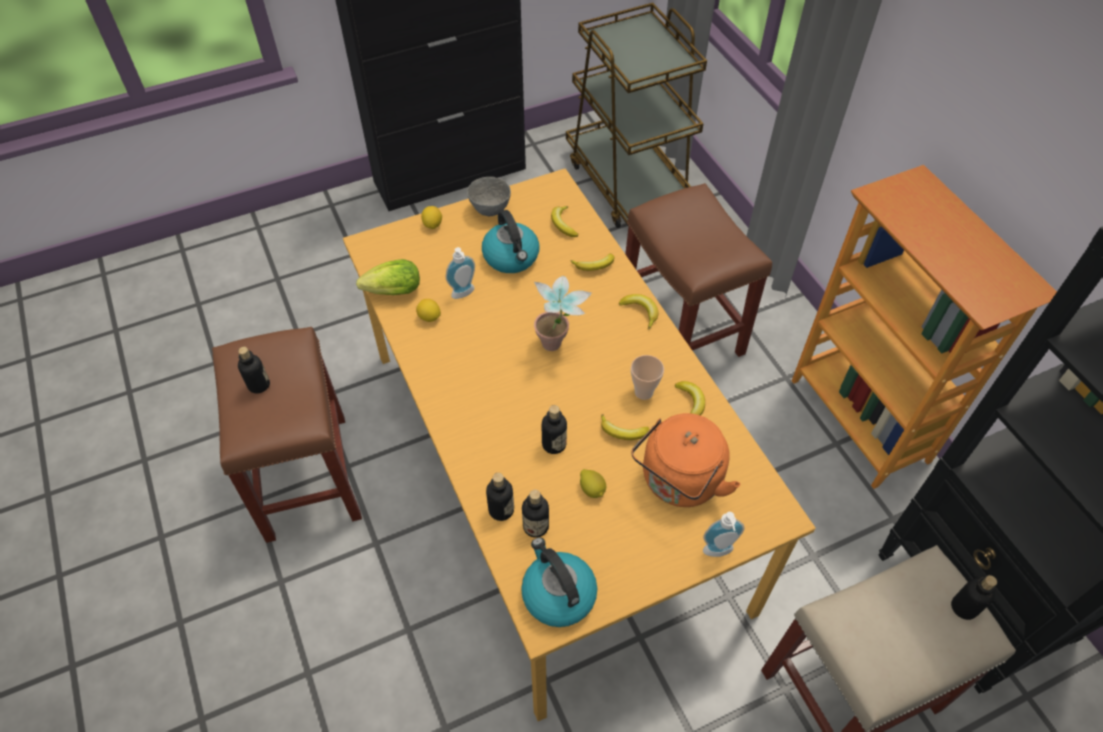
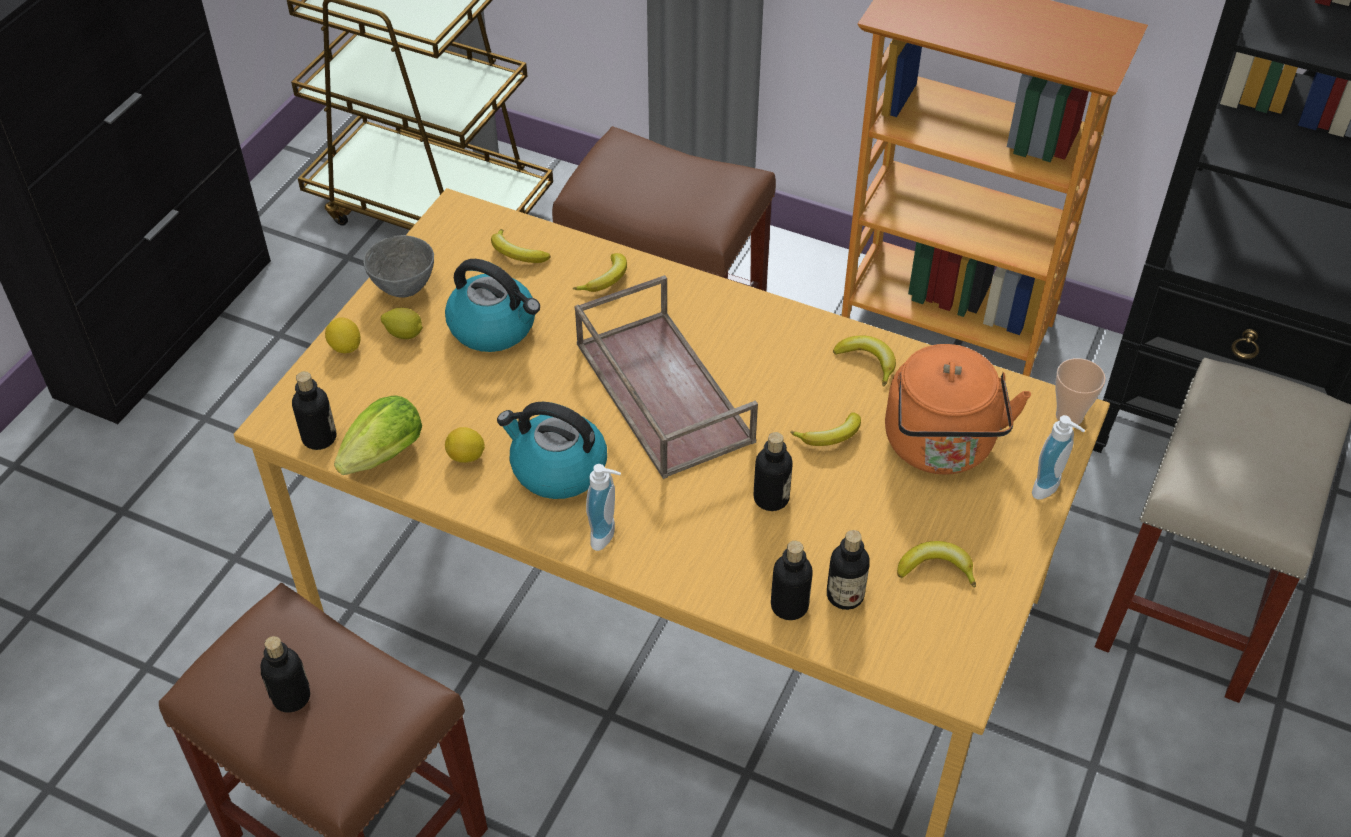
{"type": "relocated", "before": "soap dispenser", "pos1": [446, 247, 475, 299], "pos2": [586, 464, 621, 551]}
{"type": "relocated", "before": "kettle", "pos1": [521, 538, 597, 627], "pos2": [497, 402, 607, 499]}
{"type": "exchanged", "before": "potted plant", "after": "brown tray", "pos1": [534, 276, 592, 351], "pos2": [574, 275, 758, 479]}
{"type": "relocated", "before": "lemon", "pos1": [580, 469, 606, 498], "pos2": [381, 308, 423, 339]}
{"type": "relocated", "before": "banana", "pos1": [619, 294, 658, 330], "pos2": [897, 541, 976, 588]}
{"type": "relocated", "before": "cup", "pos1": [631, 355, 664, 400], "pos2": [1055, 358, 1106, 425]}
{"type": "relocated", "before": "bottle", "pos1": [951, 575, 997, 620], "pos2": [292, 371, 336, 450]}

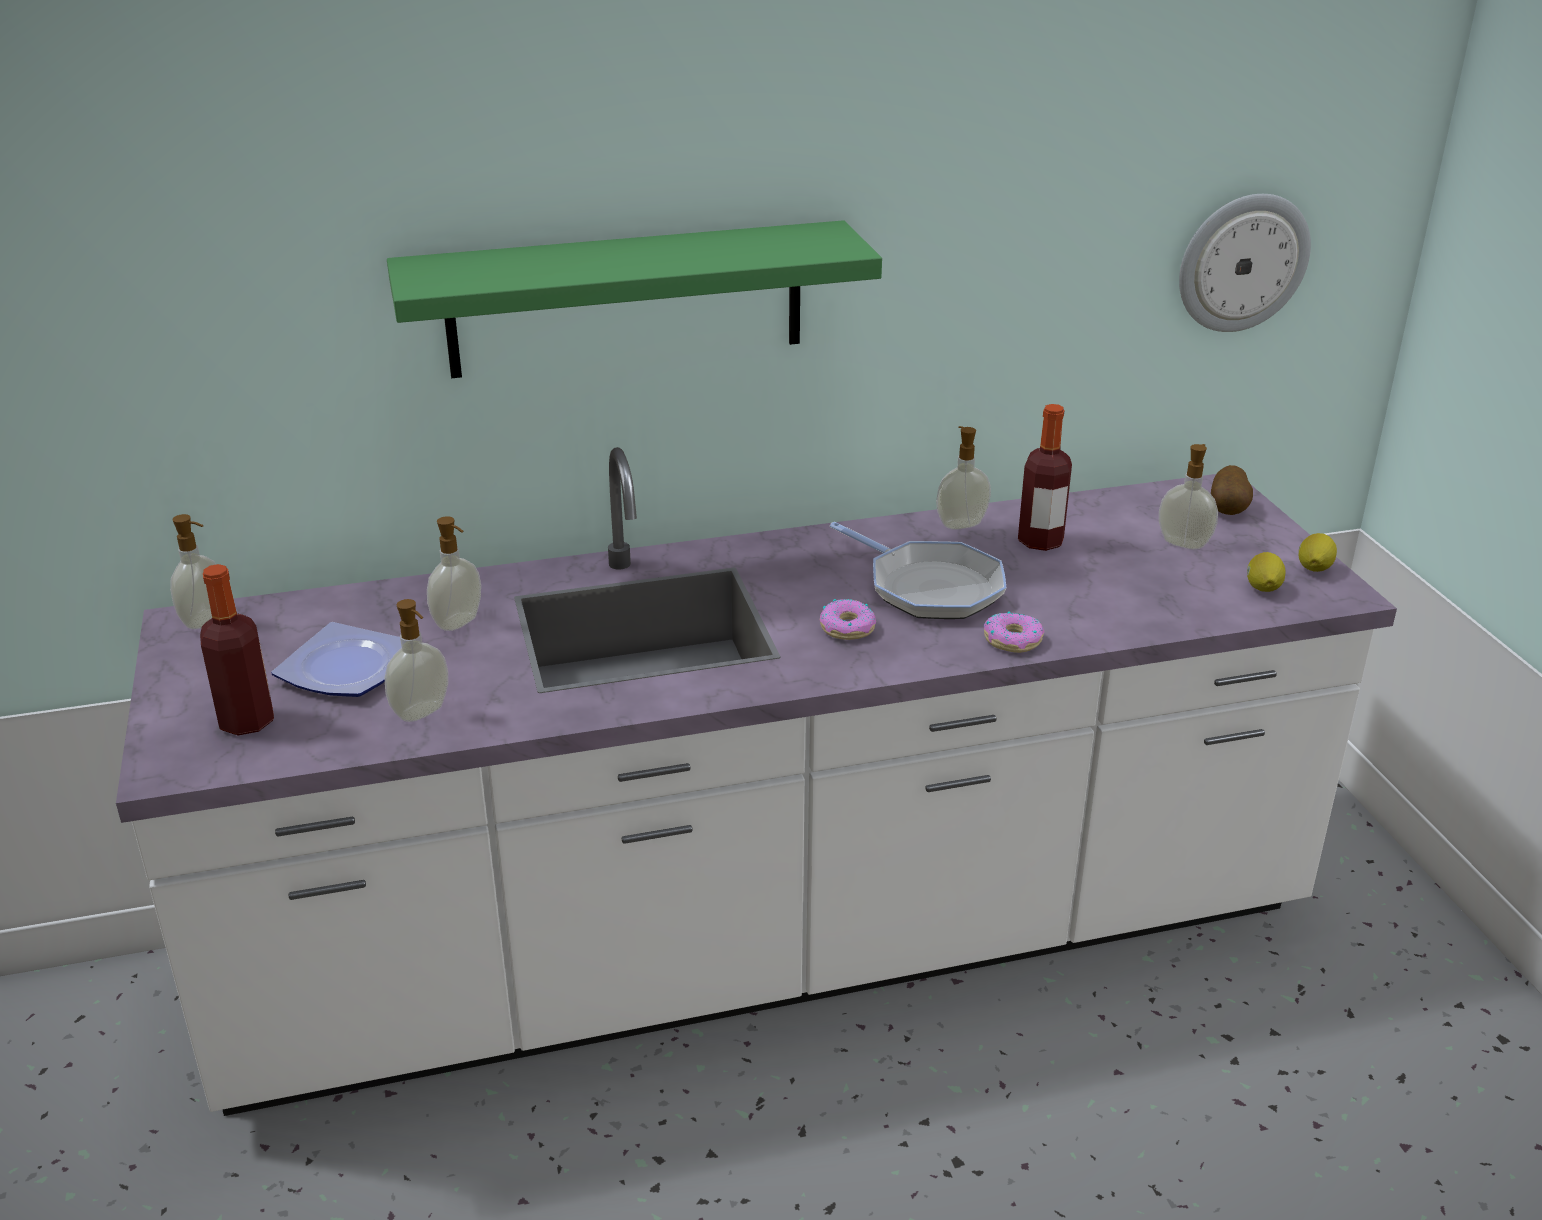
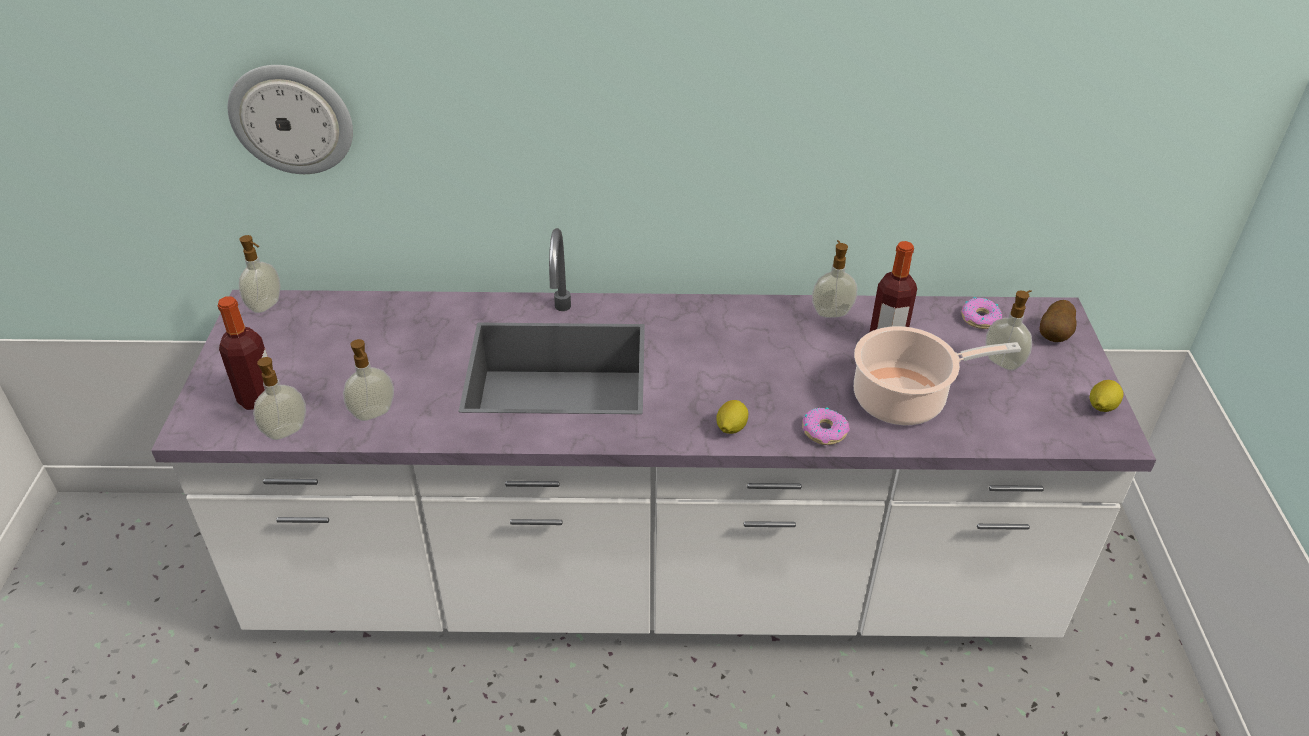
{"type": "missing", "before": "plate", "pos1": [271, 622, 402, 697]}
{"type": "missing", "before": "green shelf", "pos1": [387, 220, 882, 378]}
{"type": "relocated", "before": "soap dispenser", "pos1": [427, 516, 481, 631], "pos2": [253, 357, 306, 440]}
{"type": "relocated", "before": "donut", "pos1": [820, 599, 876, 640], "pos2": [962, 297, 1002, 329]}
{"type": "missing", "before": "frying pan", "pos1": [830, 522, 1007, 619]}
{"type": "relocated", "before": "wall clock", "pos1": [1179, 194, 1311, 332], "pos2": [228, 65, 353, 174]}
{"type": "relocated", "before": "lemon", "pos1": [1247, 552, 1285, 592], "pos2": [716, 400, 748, 434]}
{"type": "appeared", "after": "cooking pot", "pos2": [854, 326, 1021, 425]}

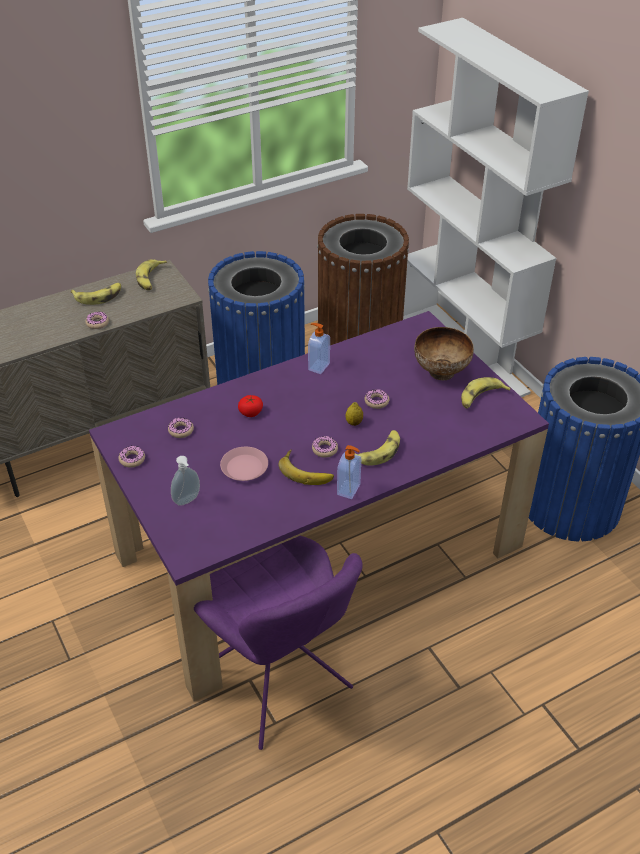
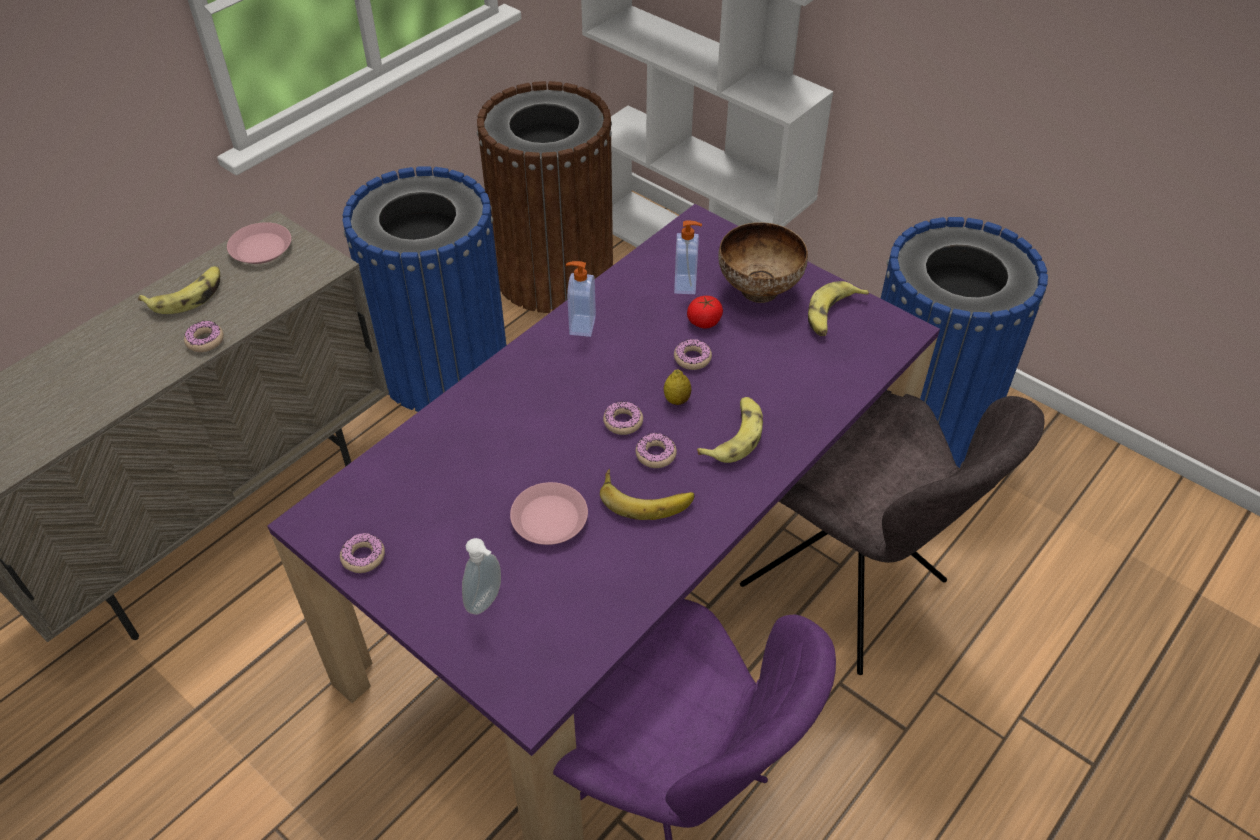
{"type": "exchanged", "before": "banana", "after": "pink plate", "pos1": [136, 259, 167, 290], "pos2": [227, 222, 291, 264]}
{"type": "relocated", "before": "donut", "pos1": [168, 418, 194, 438], "pos2": [603, 401, 643, 435]}
{"type": "relocated", "before": "tomato", "pos1": [238, 395, 263, 417], "pos2": [687, 296, 723, 328]}
{"type": "relocated", "before": "soap dispenser", "pos1": [337, 445, 361, 499], "pos2": [674, 220, 702, 294]}
{"type": "appeared", "after": "grey chair", "pos2": [740, 390, 1045, 675]}

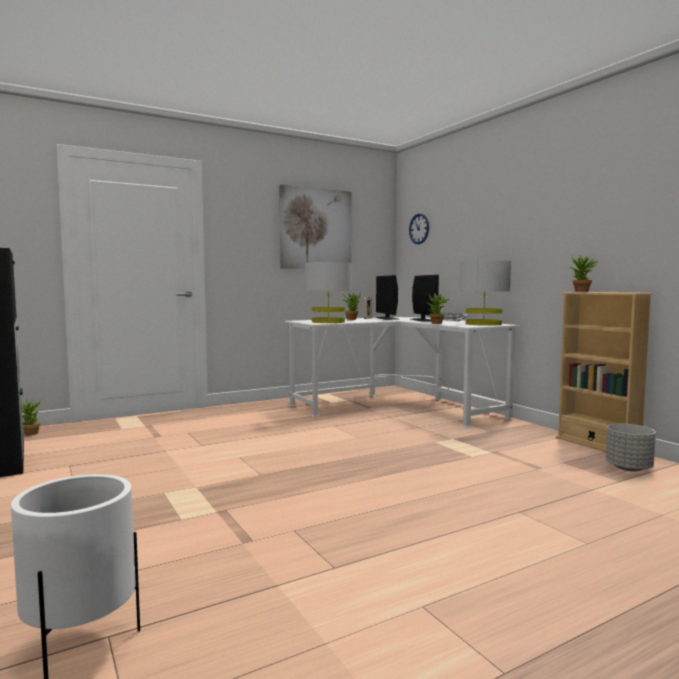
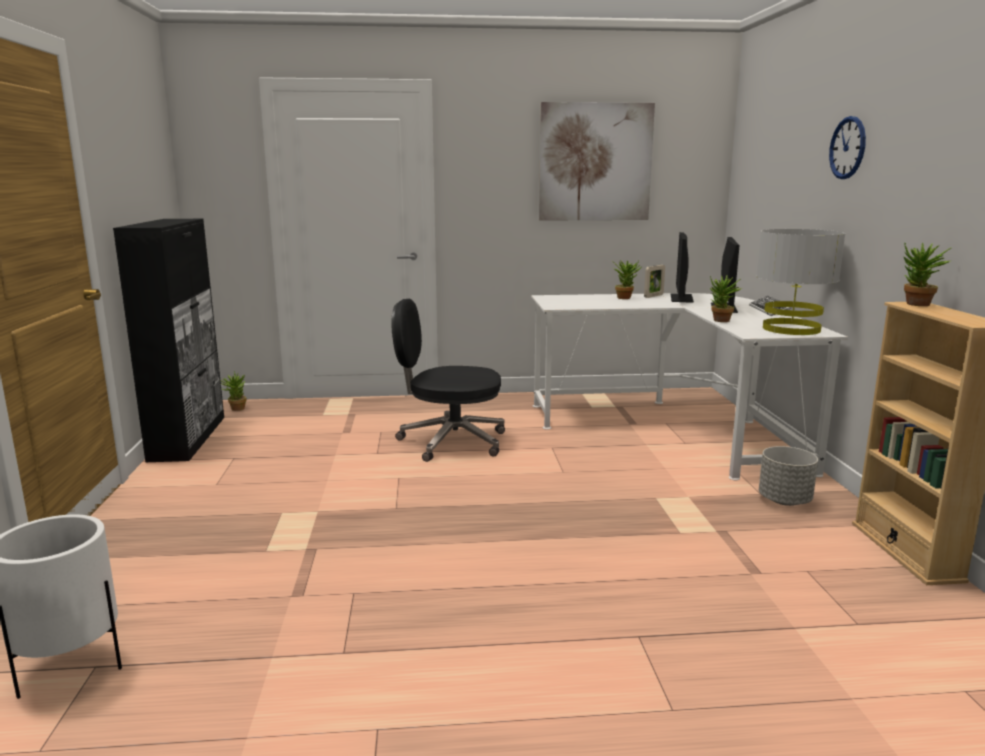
{"type": "missing", "before": "grey table lamp", "pos1": [305, 262, 352, 323]}
{"type": "relocated", "before": "wall clock", "pos1": [409, 213, 429, 244], "pos2": [829, 116, 866, 179]}
{"type": "relocated", "before": "grey planter", "pos1": [606, 424, 656, 472], "pos2": [759, 446, 818, 506]}
{"type": "appeared", "after": "black office chair", "pos2": [391, 299, 505, 462]}

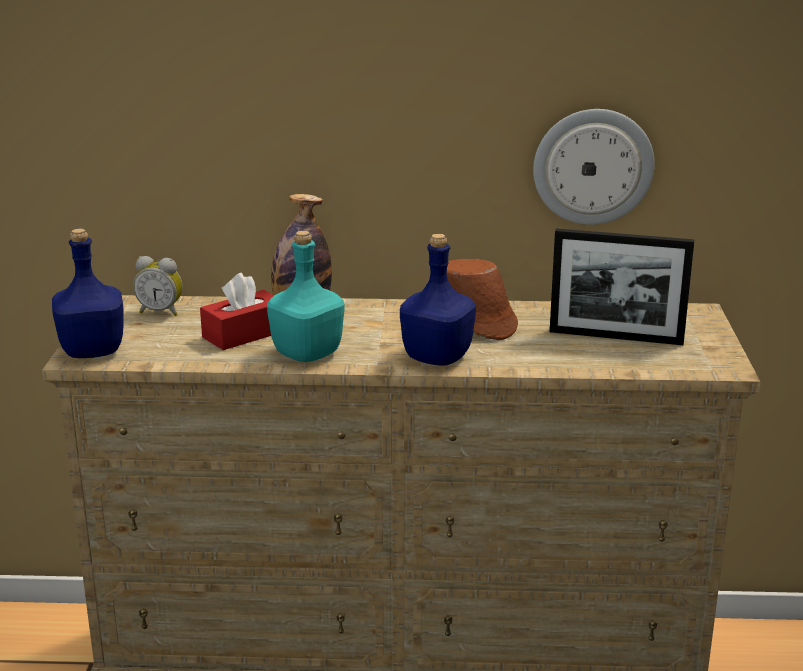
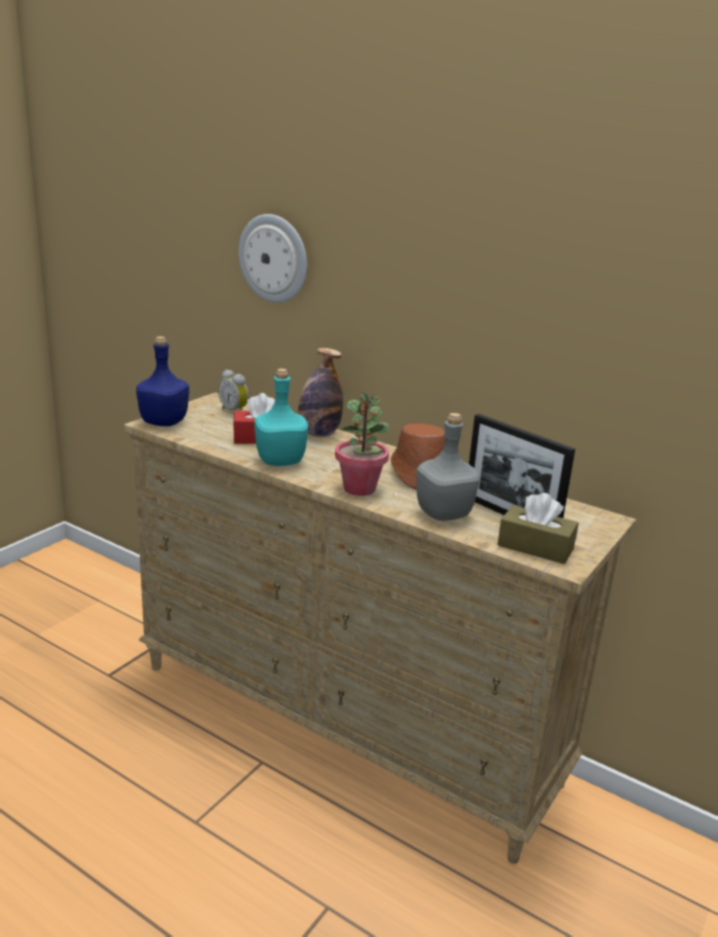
{"type": "exchanged", "before": "blue bottle", "after": "potted plant", "pos1": [400, 234, 476, 366], "pos2": [335, 393, 389, 496]}
{"type": "relocated", "before": "wall clock", "pos1": [533, 109, 655, 225], "pos2": [238, 214, 307, 303]}
{"type": "appeared", "after": "grey bottle", "pos2": [416, 413, 480, 521]}
{"type": "appeared", "after": "brown tissue box", "pos2": [497, 493, 578, 564]}

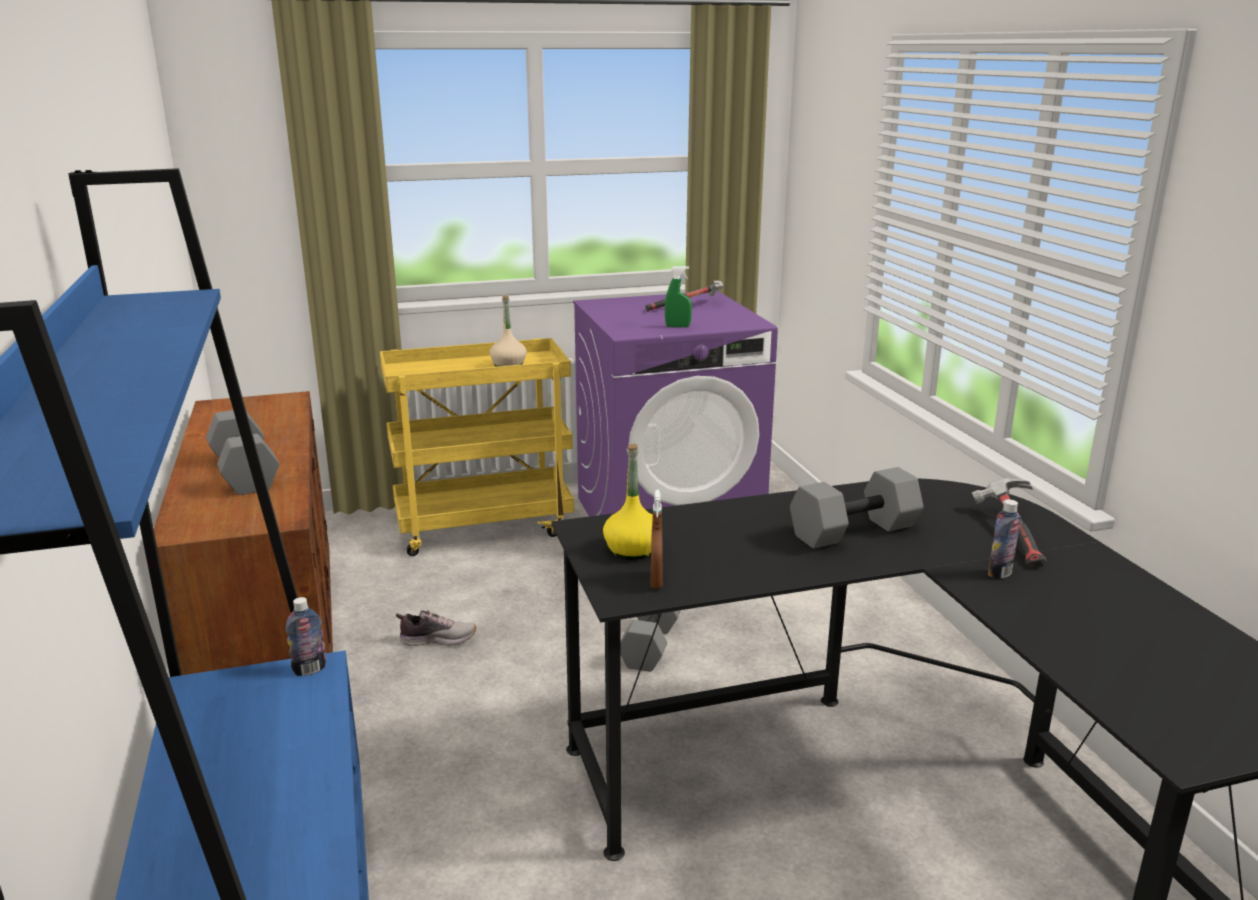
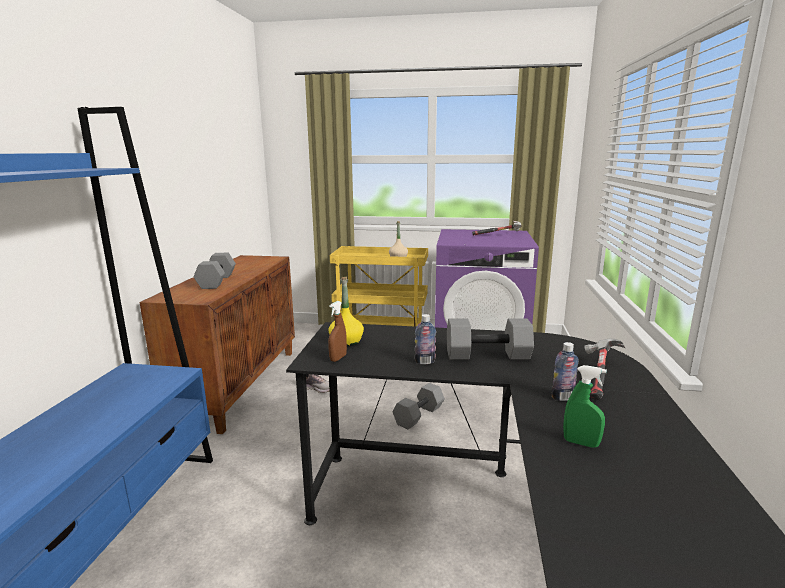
{"type": "relocated", "before": "bottle", "pos1": [286, 597, 326, 676], "pos2": [415, 314, 436, 364]}
{"type": "relocated", "before": "green spray bottle", "pos1": [665, 266, 692, 327], "pos2": [563, 365, 607, 448]}

